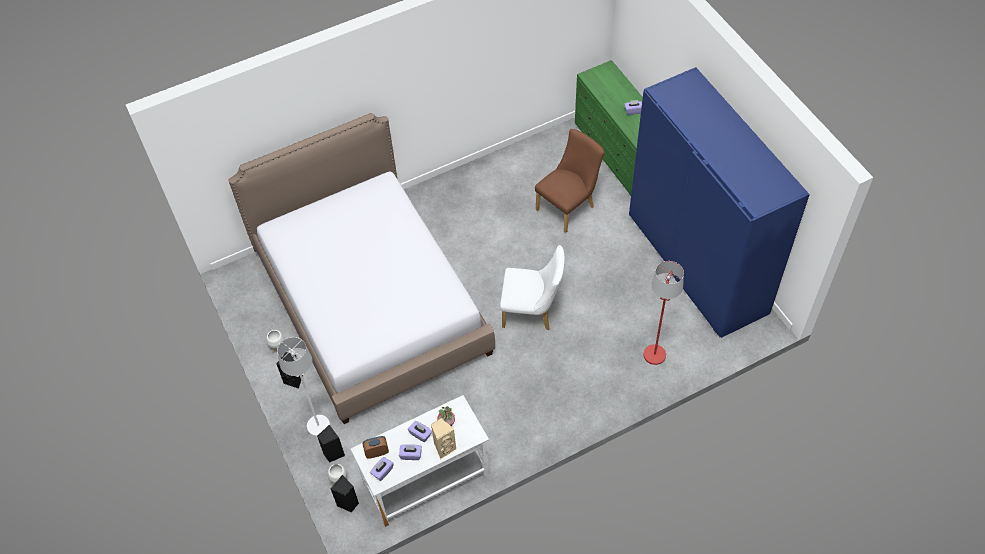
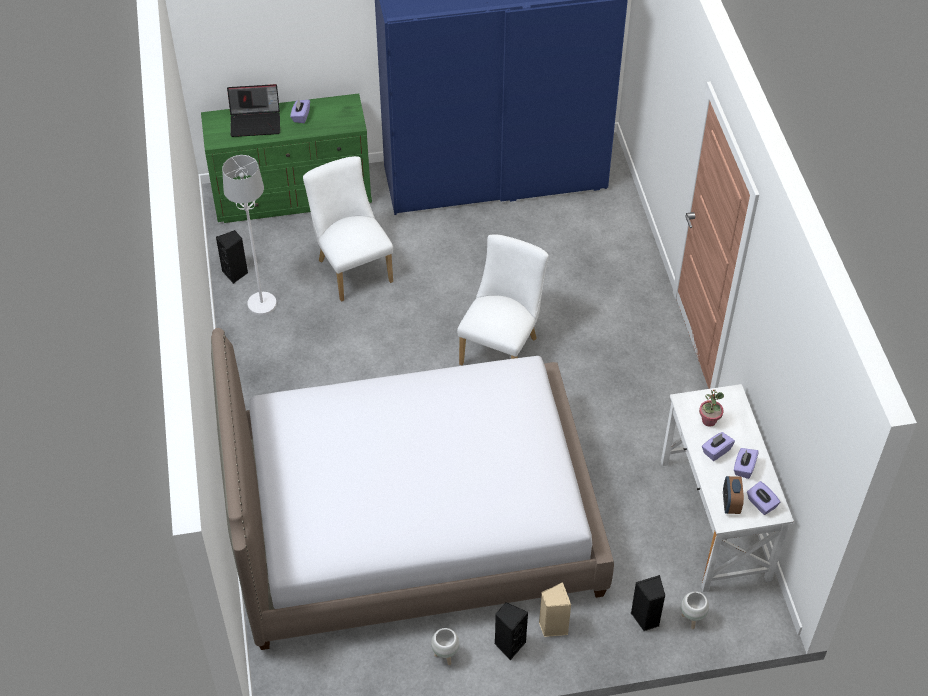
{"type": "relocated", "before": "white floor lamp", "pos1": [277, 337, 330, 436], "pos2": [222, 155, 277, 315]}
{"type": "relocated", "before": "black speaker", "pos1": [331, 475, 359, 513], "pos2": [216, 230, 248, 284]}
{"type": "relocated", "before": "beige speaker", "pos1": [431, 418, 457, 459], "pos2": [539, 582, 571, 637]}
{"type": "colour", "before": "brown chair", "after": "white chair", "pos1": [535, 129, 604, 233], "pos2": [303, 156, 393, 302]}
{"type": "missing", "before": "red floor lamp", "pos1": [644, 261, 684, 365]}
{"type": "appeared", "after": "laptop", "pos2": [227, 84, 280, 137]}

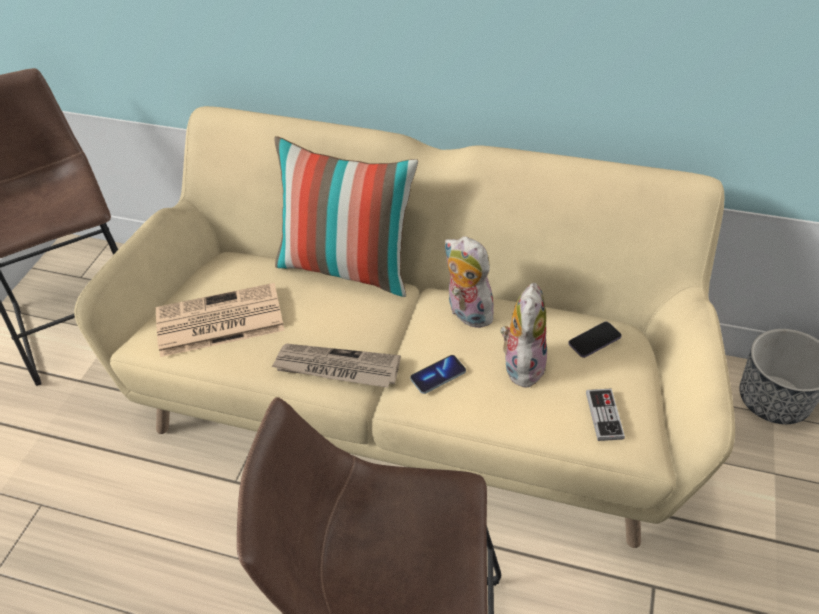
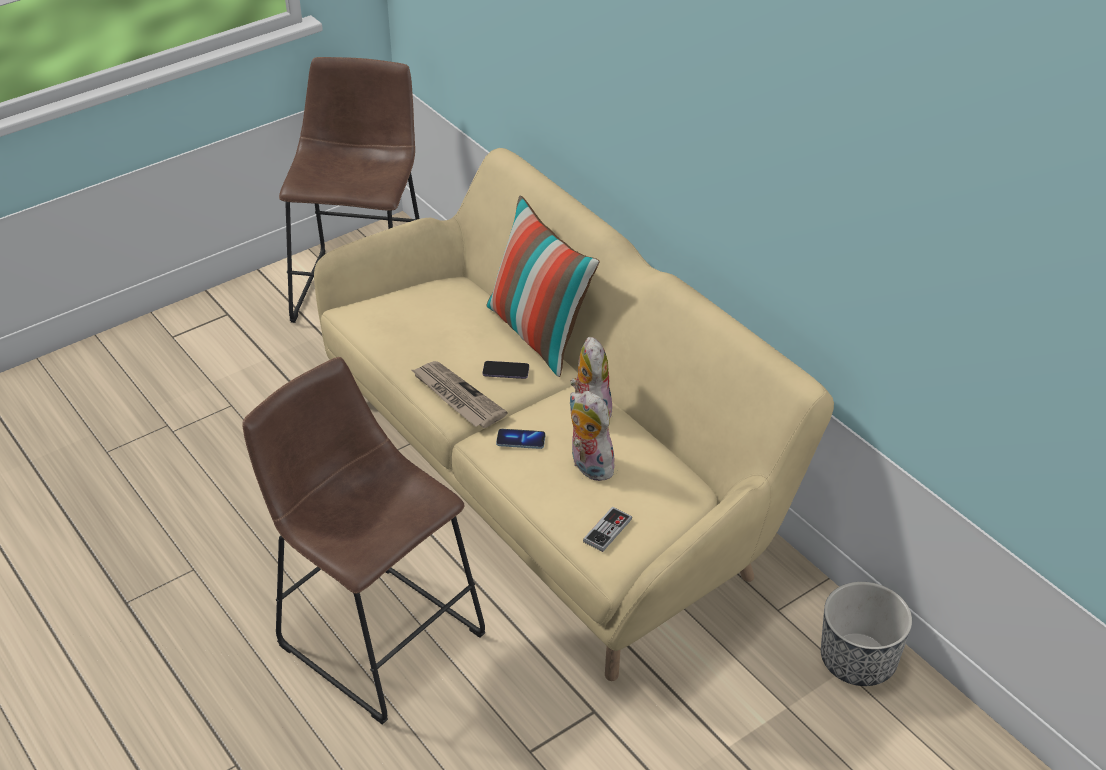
{"type": "missing", "before": "newspaper", "pos1": [156, 283, 285, 357]}
{"type": "spun", "before": "plush toy", "pos1": [500, 283, 547, 388], "pos2": [569, 391, 614, 481], "turn": -90}
{"type": "relocated", "before": "phone", "pos1": [568, 322, 622, 358], "pos2": [482, 361, 529, 379]}

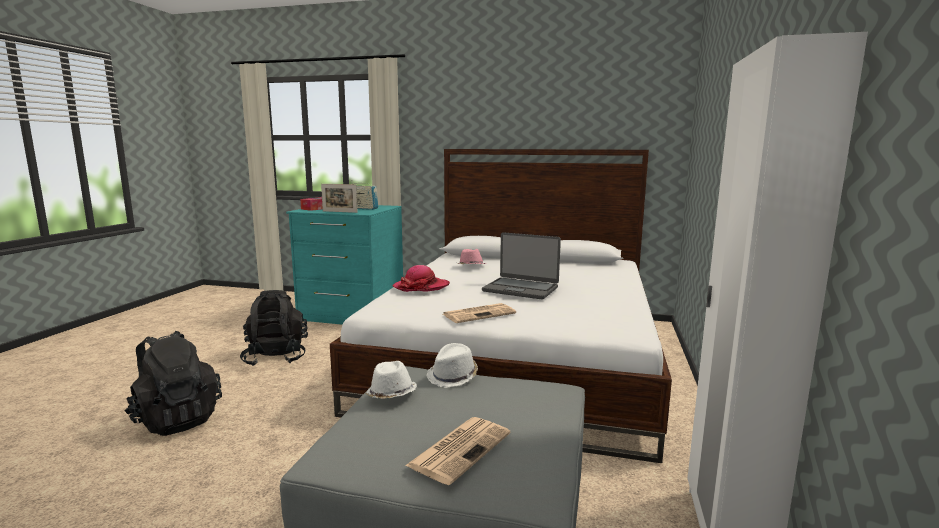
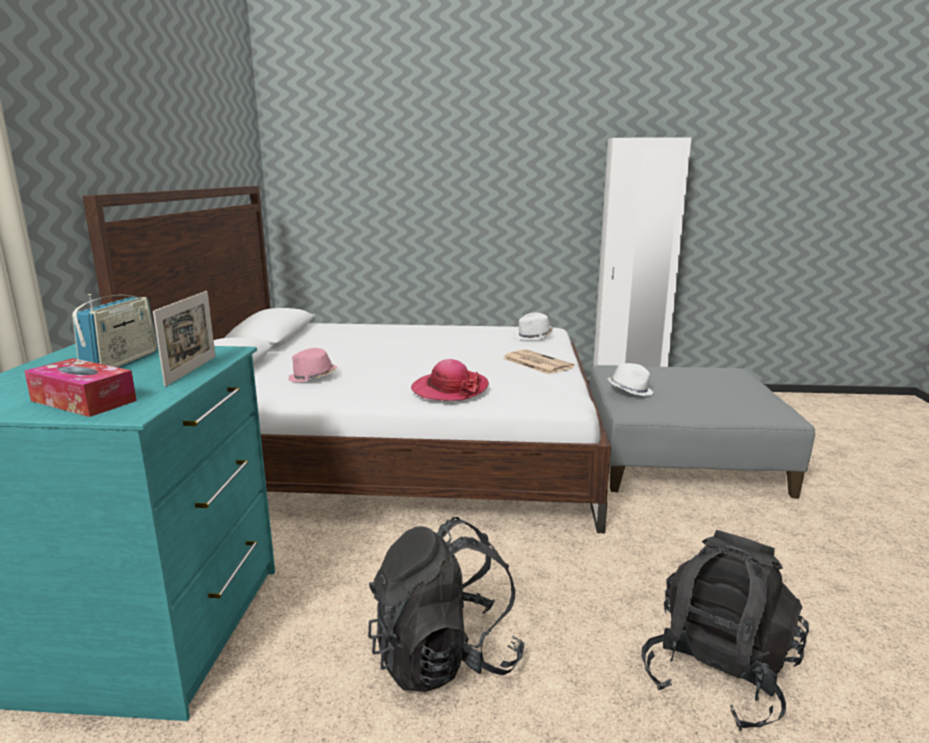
{"type": "relocated", "before": "white hat", "pos1": [365, 361, 417, 399], "pos2": [514, 312, 553, 340]}
{"type": "missing", "before": "newspaper", "pos1": [405, 417, 511, 485]}
{"type": "missing", "before": "laptop", "pos1": [482, 232, 561, 299]}

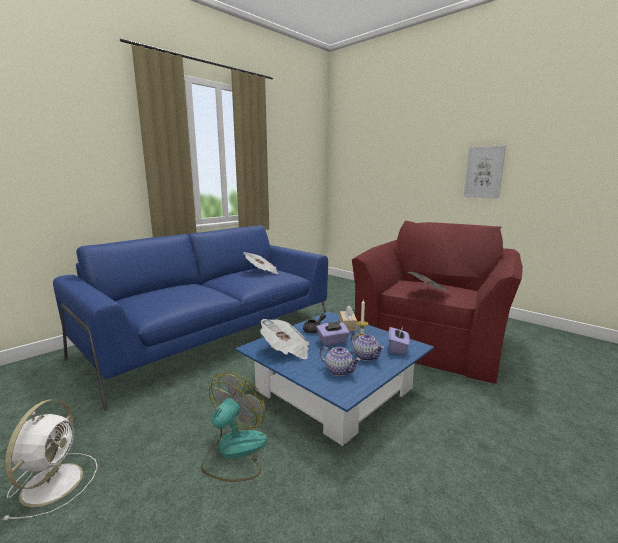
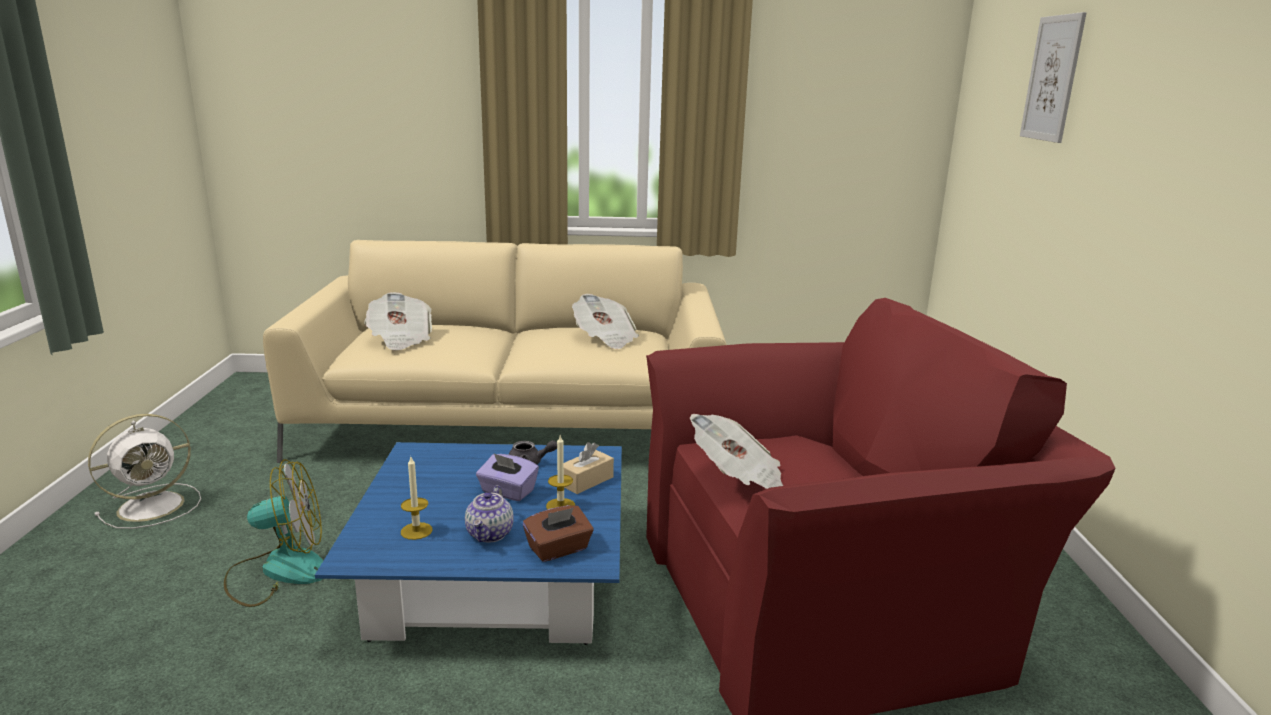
{"type": "colour", "before": "blue sofa", "after": "beige sofa", "pos1": [53, 225, 328, 411], "pos2": [263, 240, 726, 463]}
{"type": "relocated", "before": "newspaper", "pos1": [260, 319, 310, 359], "pos2": [364, 292, 432, 350]}
{"type": "exchanged", "before": "teapot", "after": "candle", "pos1": [320, 346, 361, 376], "pos2": [401, 457, 433, 540]}
{"type": "colour", "before": "purple tissue box", "after": "brown tissue box", "pos1": [389, 326, 410, 355], "pos2": [523, 505, 594, 562]}
{"type": "relocated", "before": "picture", "pos1": [463, 145, 506, 198], "pos2": [1020, 12, 1087, 143]}

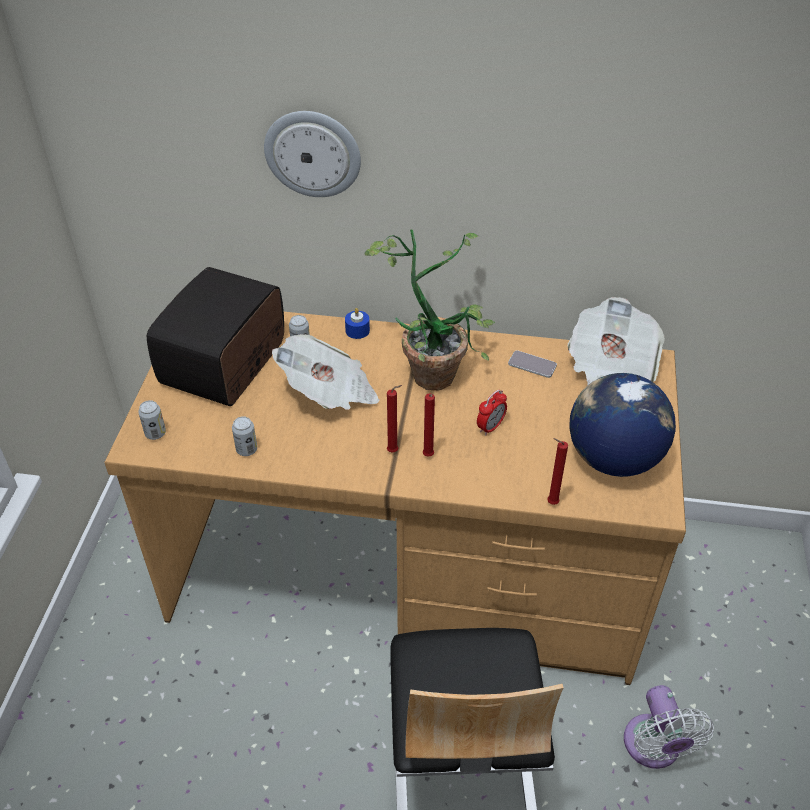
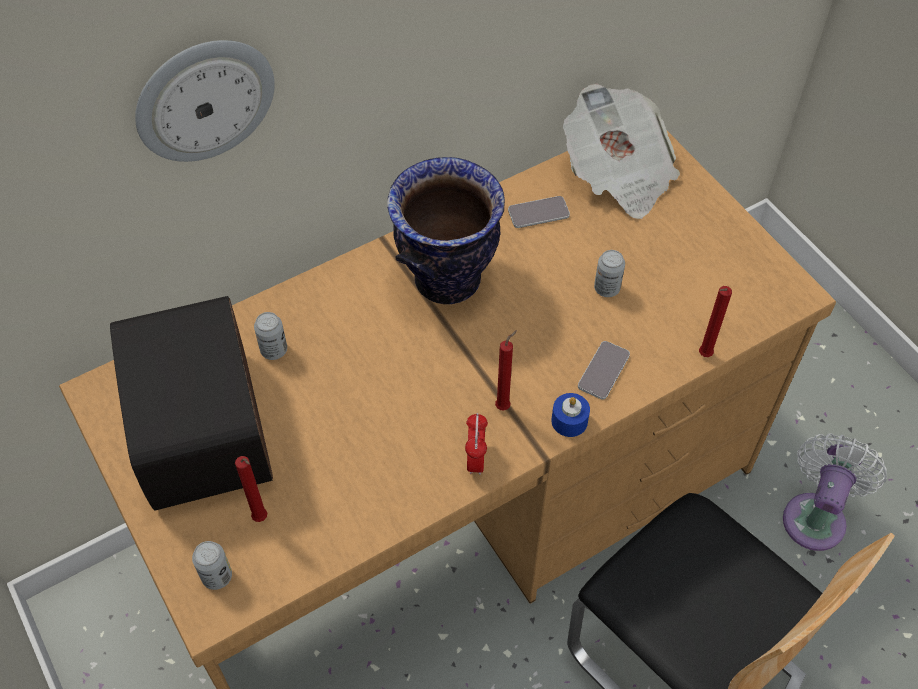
{"type": "relocated", "before": "can", "pos1": [232, 416, 257, 456], "pos2": [594, 250, 625, 297]}
{"type": "missing", "before": "newspaper", "pos1": [272, 334, 380, 410]}
{"type": "relocated", "before": "blue candle", "pos1": [345, 308, 370, 339], "pos2": [551, 393, 590, 437]}
{"type": "exchanged", "before": "potted plant", "after": "vase", "pos1": [364, 229, 495, 390], "pos2": [387, 157, 505, 305]}
{"type": "relocated", "before": "red candle", "pos1": [423, 393, 435, 457], "pos2": [235, 456, 267, 522]}
{"type": "relocated", "before": "alarm clock", "pos1": [477, 390, 507, 436], "pos2": [465, 413, 488, 475]}
{"type": "missing", "before": "globe", "pos1": [569, 373, 676, 477]}
{"type": "spun", "before": "white fan", "pos1": [624, 685, 714, 769], "pos2": [783, 433, 887, 551], "turn": -105}
{"type": "appeared", "after": "phone", "pos2": [578, 341, 630, 399]}

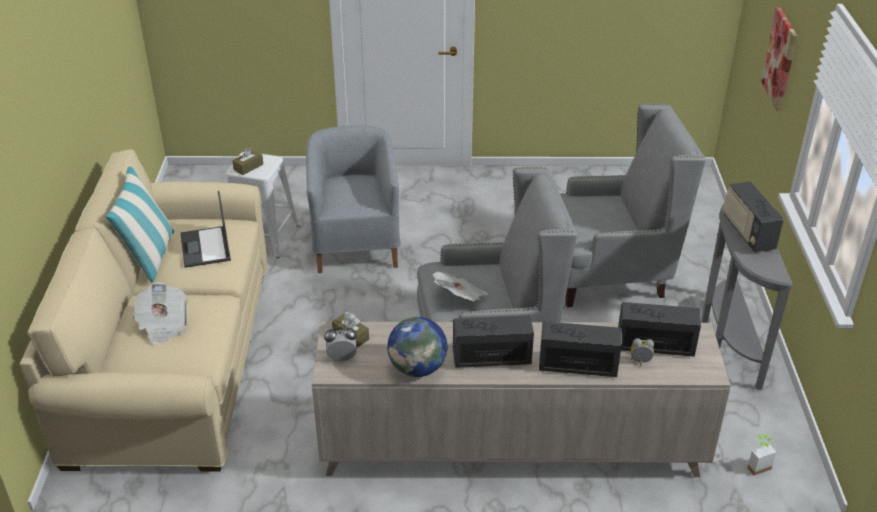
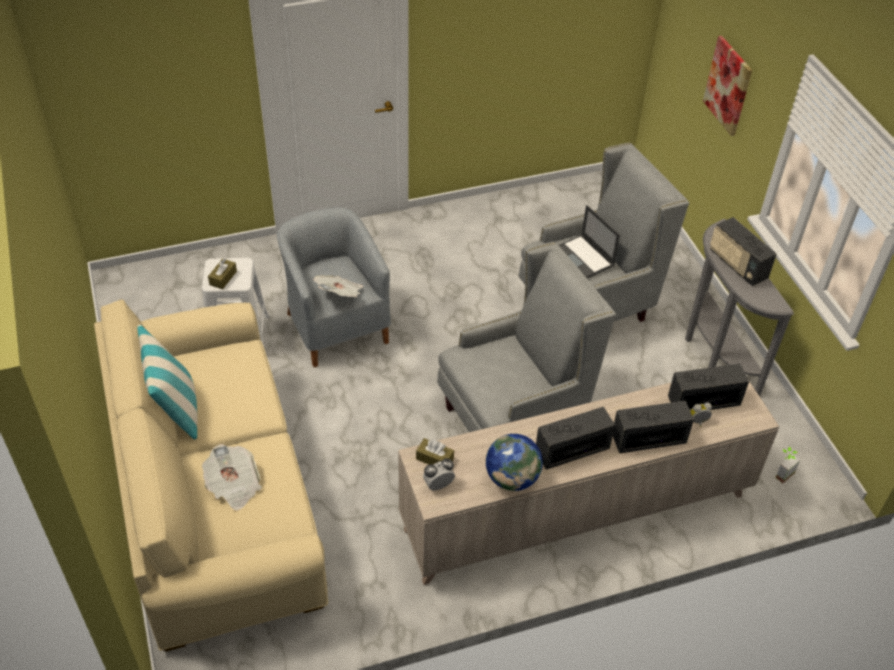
{"type": "relocated", "before": "laptop", "pos1": [180, 191, 231, 268], "pos2": [559, 205, 620, 278]}
{"type": "relocated", "before": "newspaper", "pos1": [433, 272, 488, 301], "pos2": [314, 275, 363, 297]}

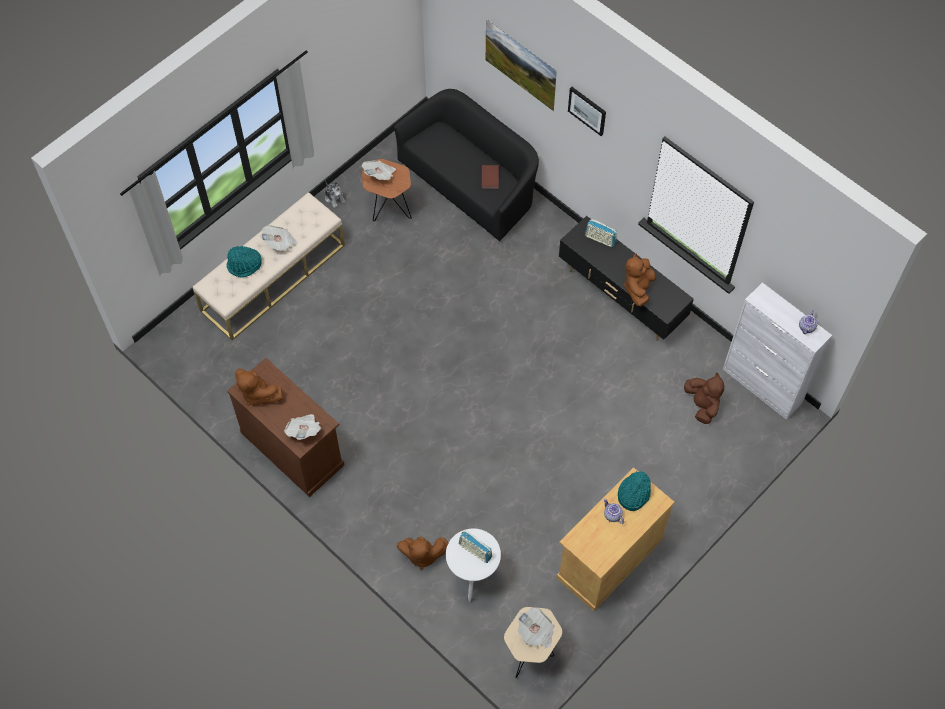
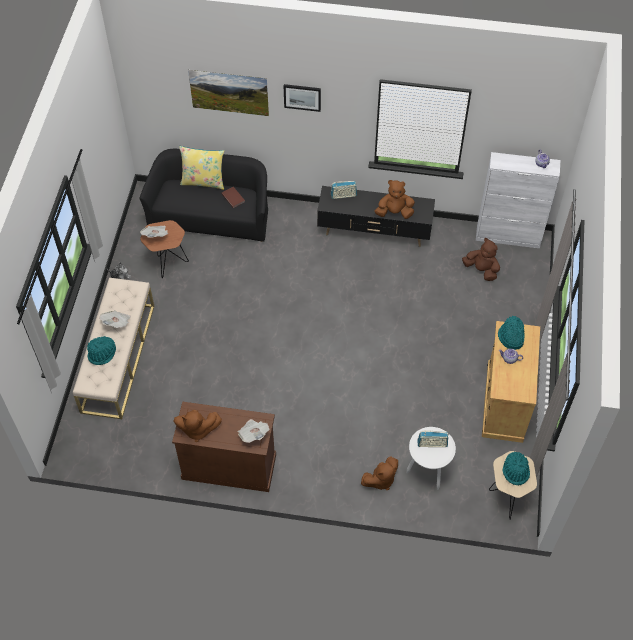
{"type": "exchanged", "before": "newspaper", "after": "turquoise hat", "pos1": [518, 607, 555, 648], "pos2": [502, 452, 530, 485]}
{"type": "spun", "before": "brown plush toy", "pos1": [624, 254, 656, 306], "pos2": [375, 180, 415, 219], "turn": 105}
{"type": "appeared", "after": "yellow pillow", "pos2": [179, 146, 224, 190]}

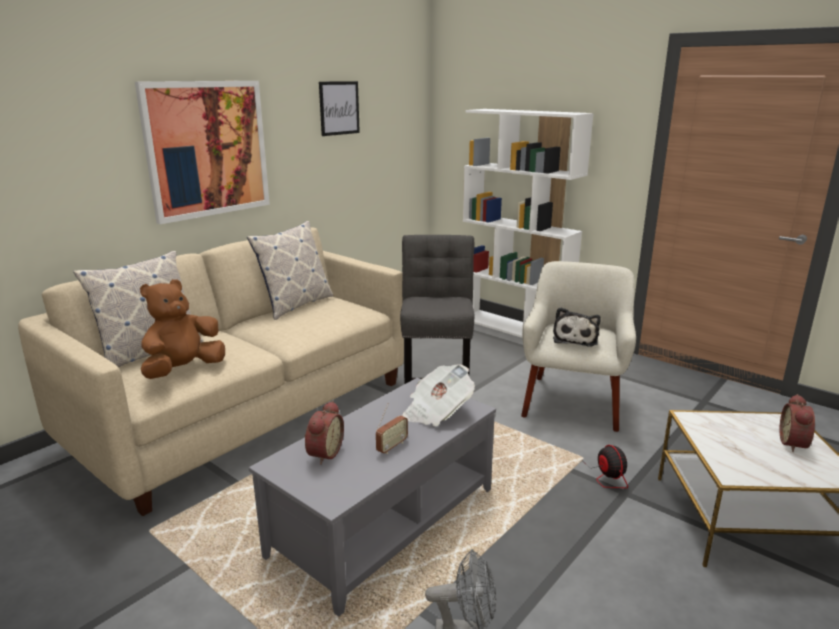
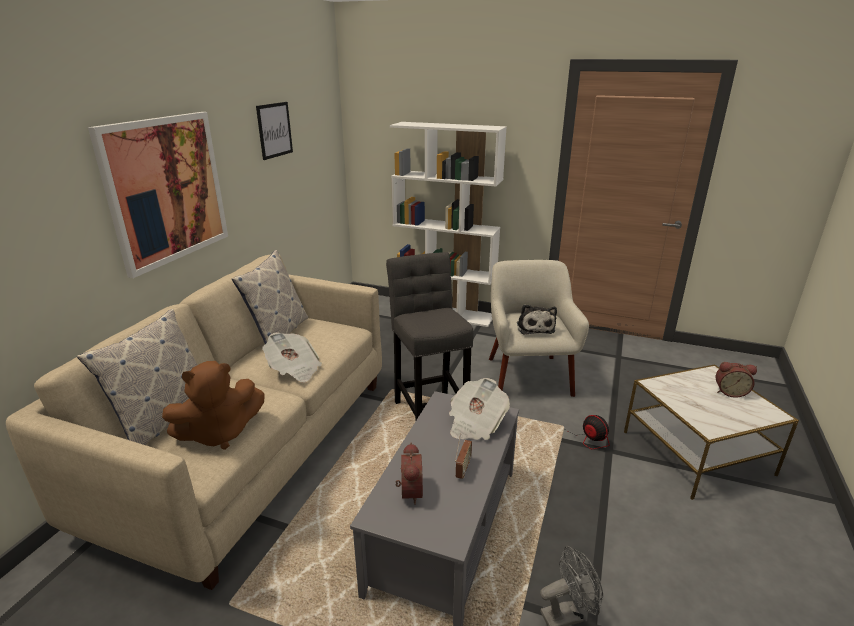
{"type": "spun", "before": "brown plush toy", "pos1": [140, 279, 225, 379], "pos2": [162, 361, 265, 450], "turn": -135}
{"type": "spun", "before": "alarm clock", "pos1": [780, 394, 815, 452], "pos2": [716, 362, 757, 398], "turn": -75}
{"type": "appeared", "after": "newspaper", "pos2": [262, 332, 322, 383]}

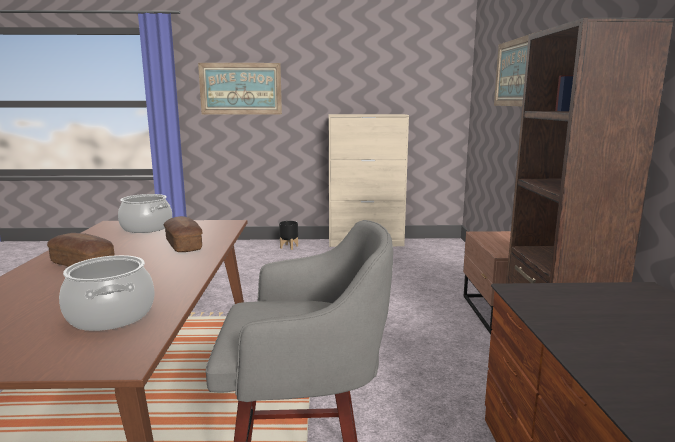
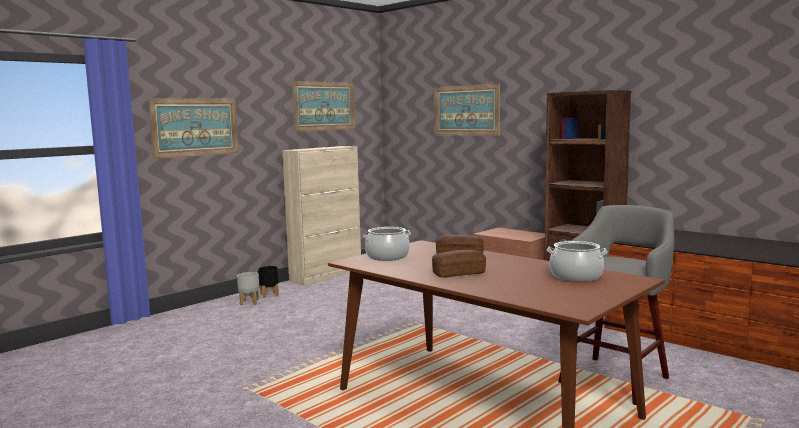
{"type": "appeared", "after": "grey planter", "pos2": [237, 272, 259, 305]}
{"type": "appeared", "after": "picture", "pos2": [292, 81, 355, 132]}

